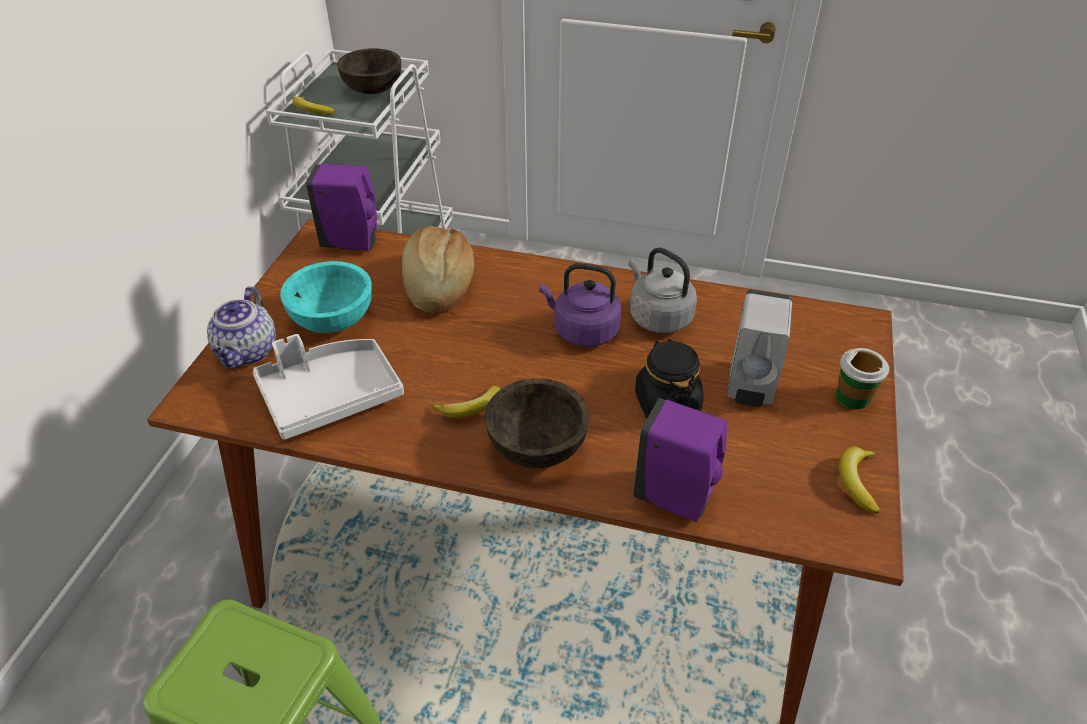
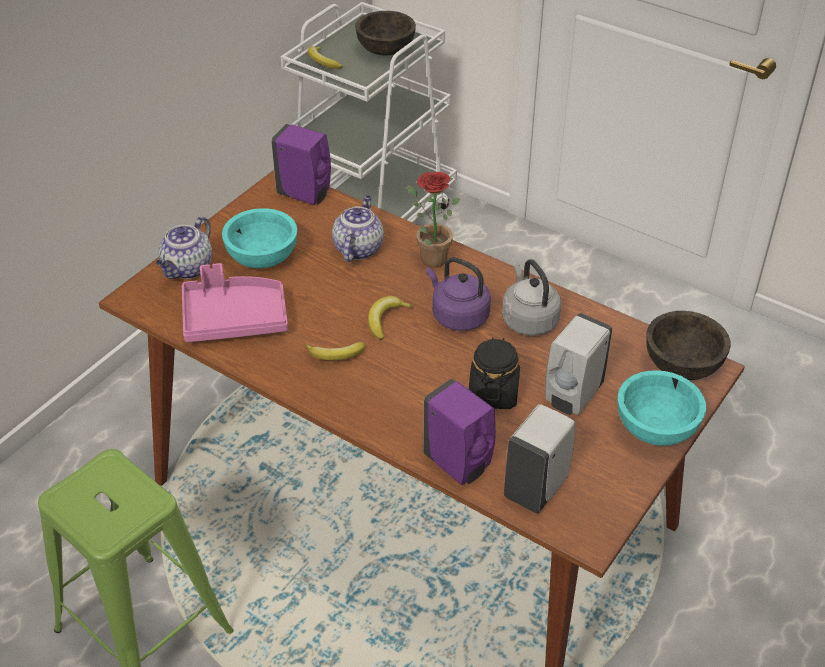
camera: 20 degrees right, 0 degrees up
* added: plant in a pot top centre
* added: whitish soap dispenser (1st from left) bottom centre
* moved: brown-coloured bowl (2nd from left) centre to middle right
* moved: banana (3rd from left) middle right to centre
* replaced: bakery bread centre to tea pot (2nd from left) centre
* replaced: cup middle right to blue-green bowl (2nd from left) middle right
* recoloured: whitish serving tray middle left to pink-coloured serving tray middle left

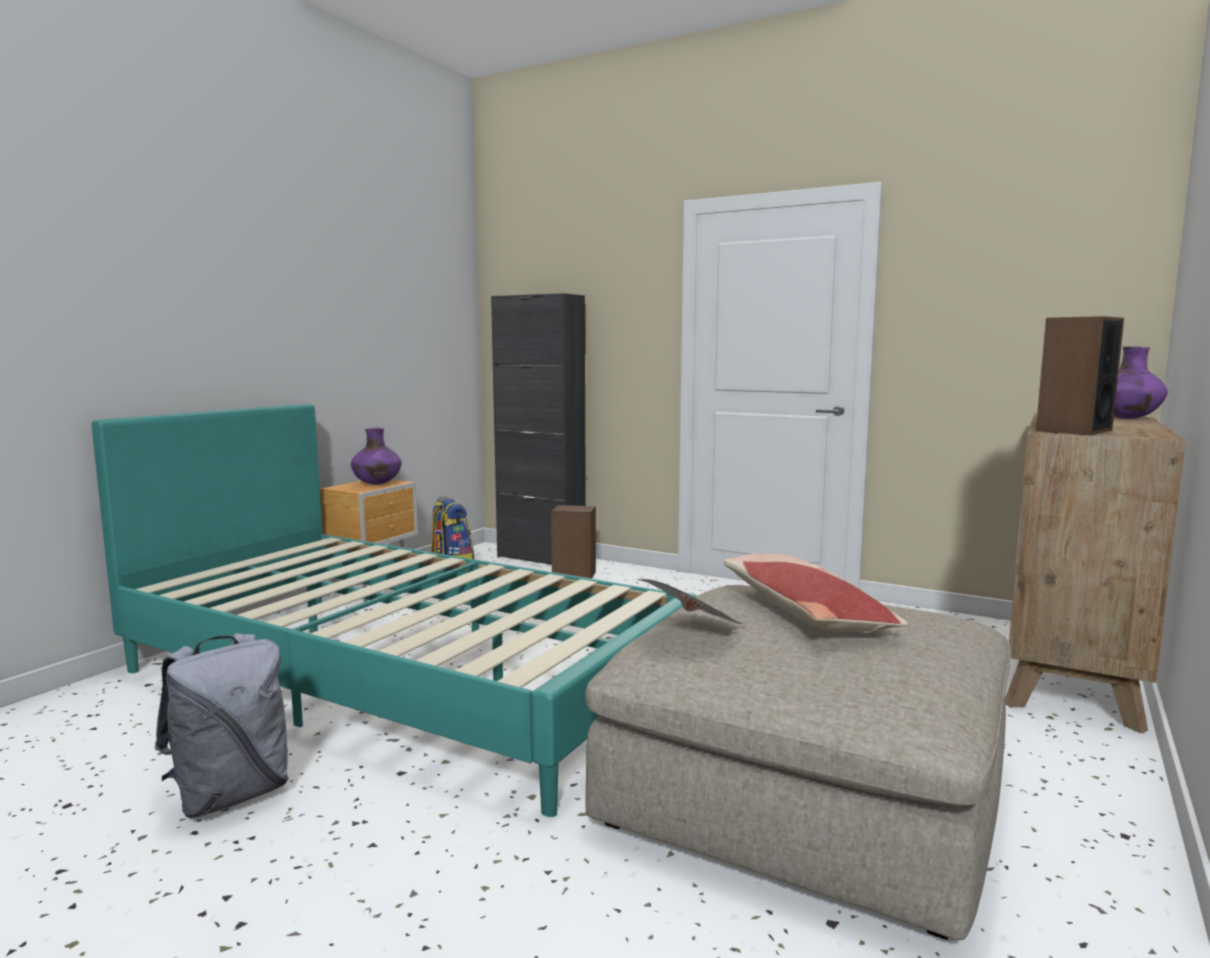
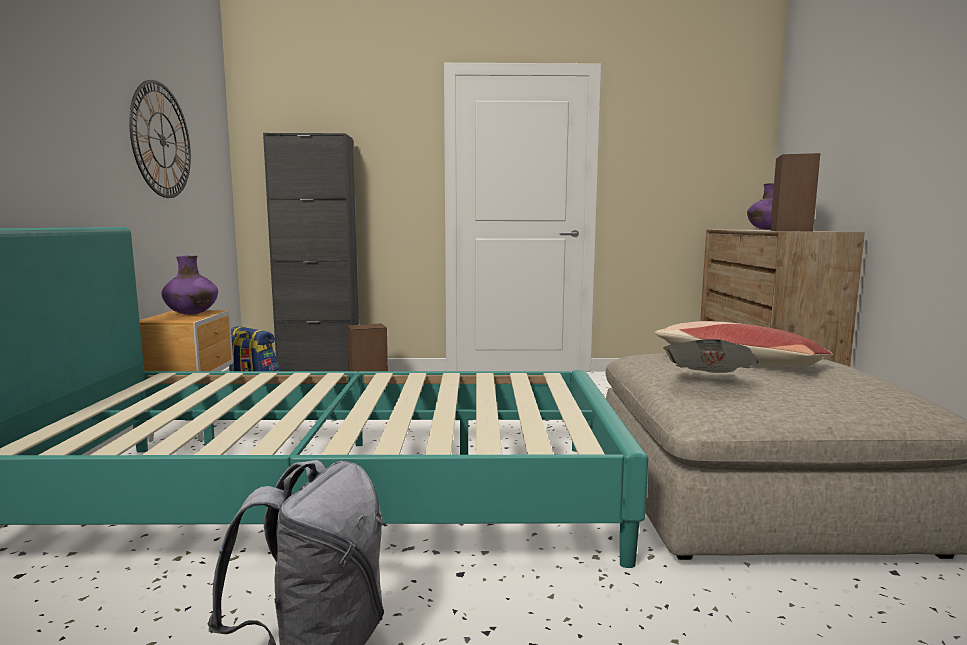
camera: 30 degrees left, 0 degrees up
* added: hanging clock top left

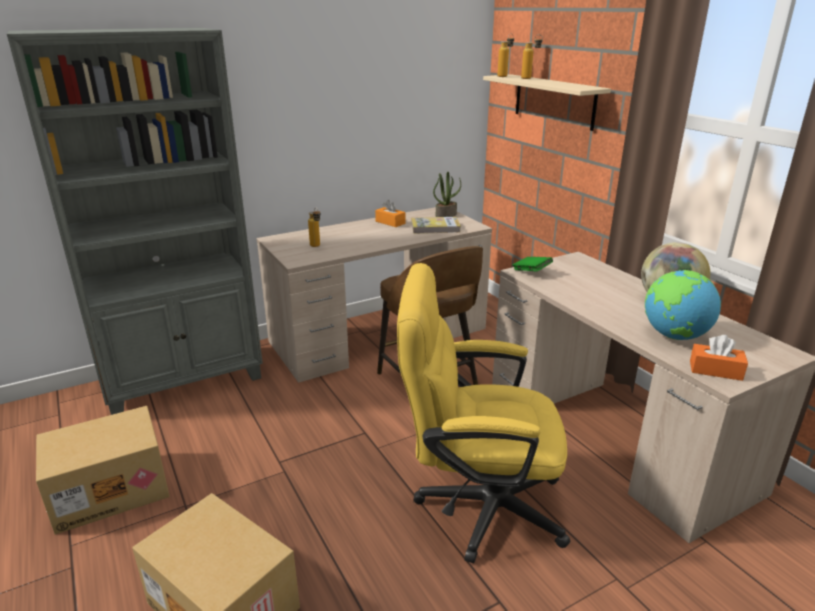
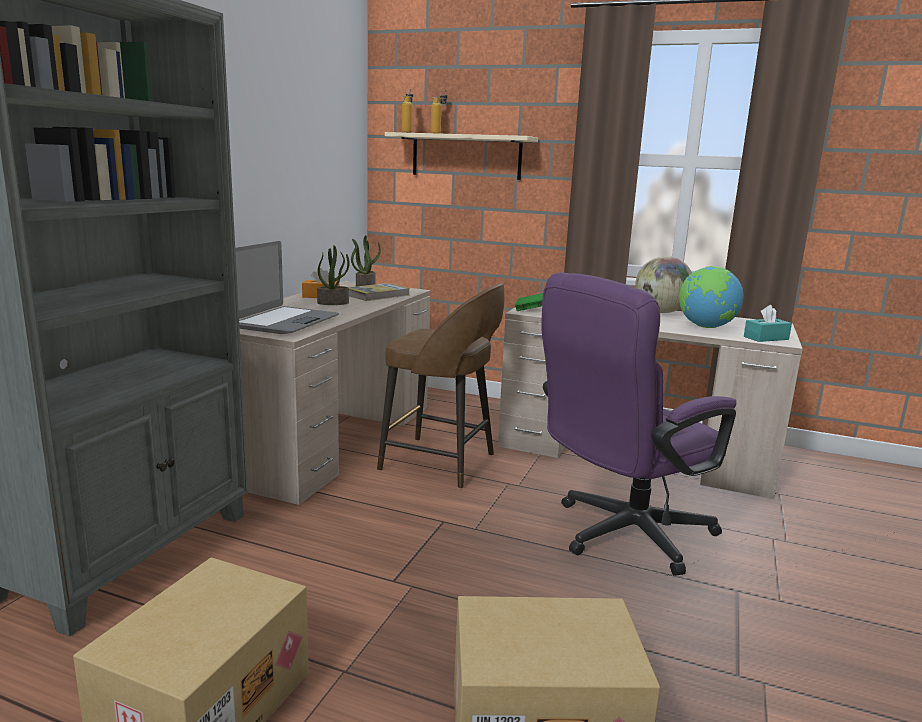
camera: 40 degrees left, 10 degrees down
* added: plant in a pot (1st from left) centre
* replaced: beverage bottle (1st from left) centre to portable computer middle left
* recoloured: yellow computer chair bottom centre to purplish computer chair middle right
* recoloured: orangey tissue box (2nd from left) middle right to blue-green tissue box middle right

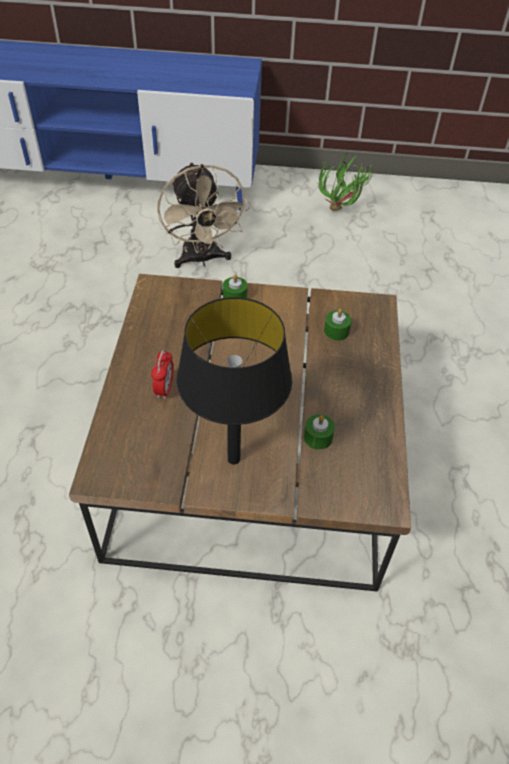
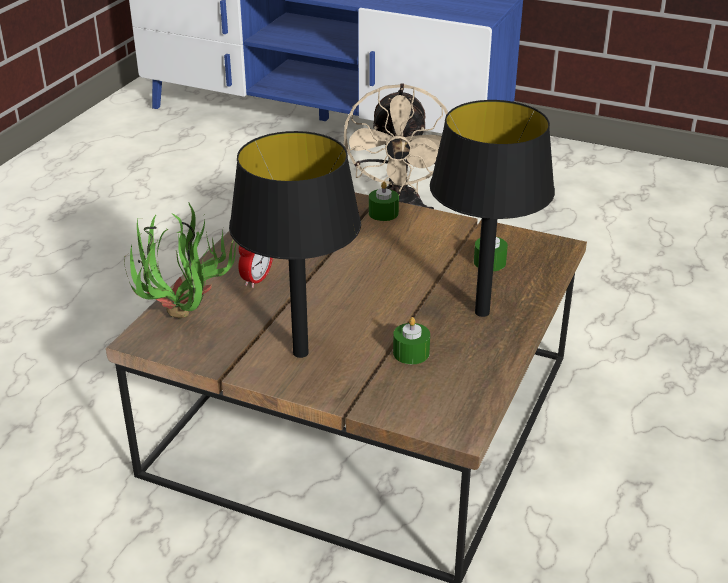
camera: 20 degrees right, 15 degrees down
* added: blackish tabletop lamp (2nd from left) middle right
* moved: plant in a pot top right to middle left

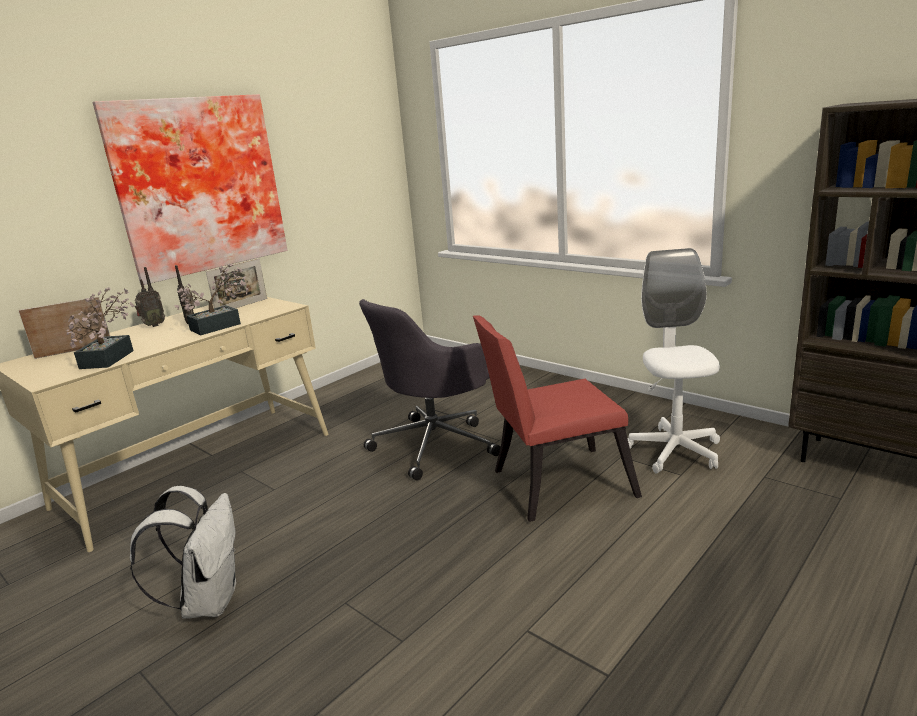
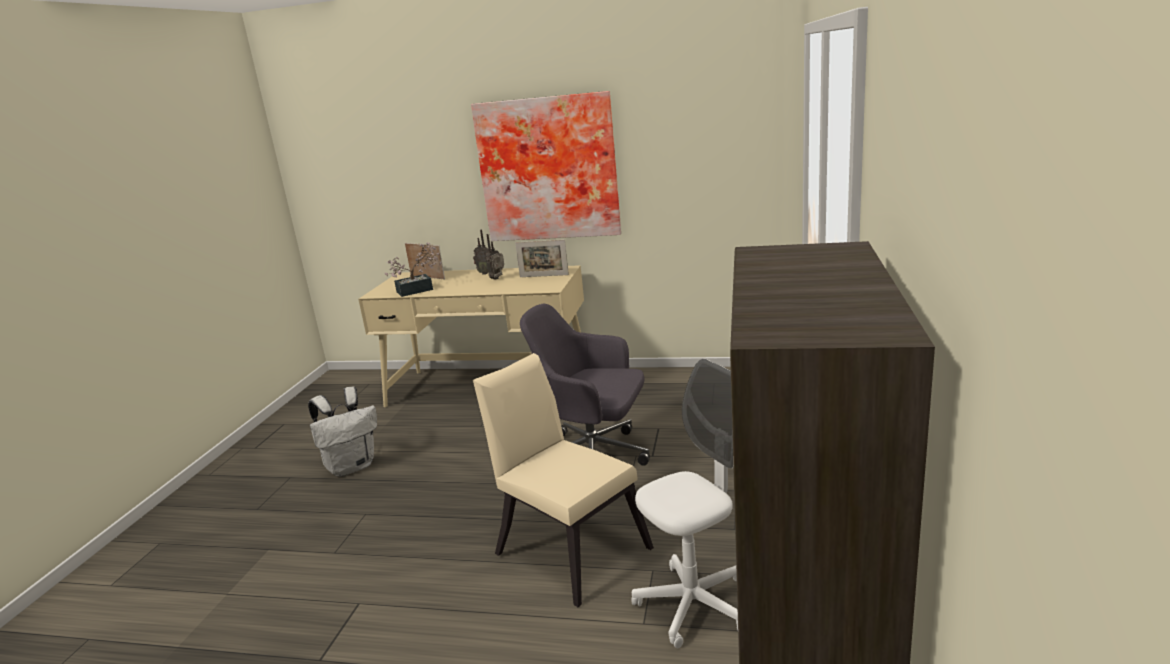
camera: 60 degrees right, 0 degrees up
* removed: plant in a pot (2nd from left) middle left
* recoloured: red plain chair centre to beige-coloured plain chair bottom centre

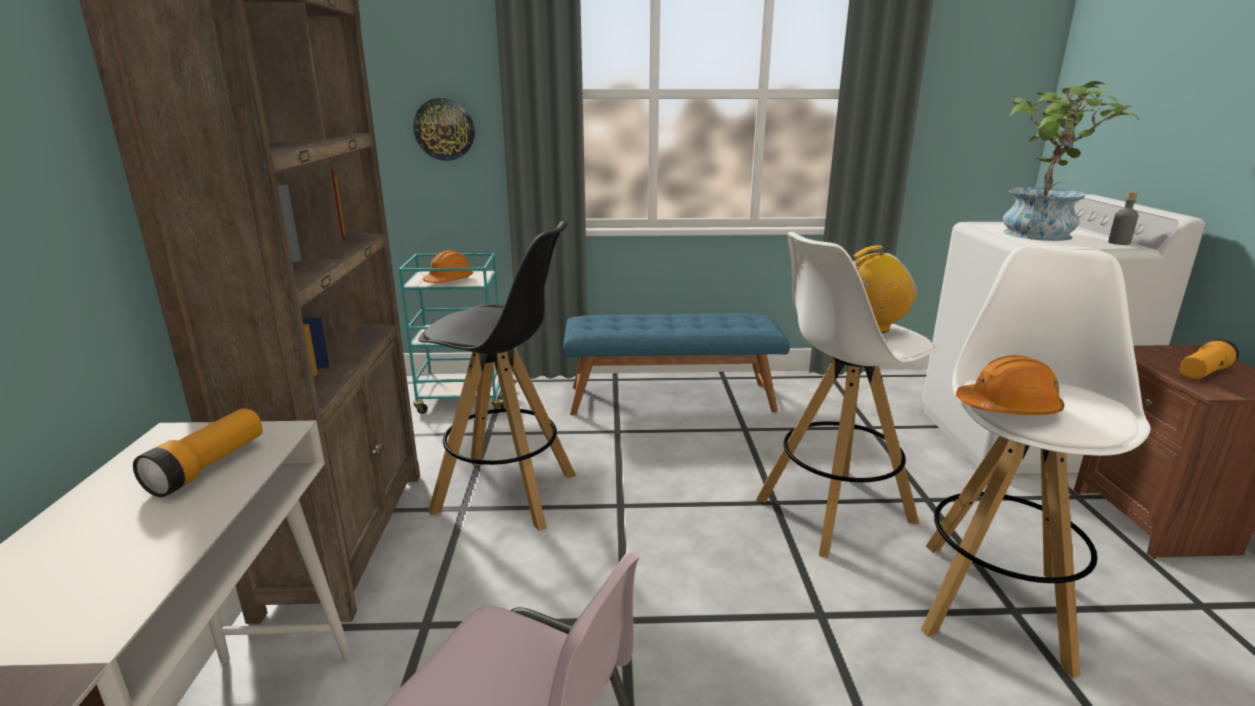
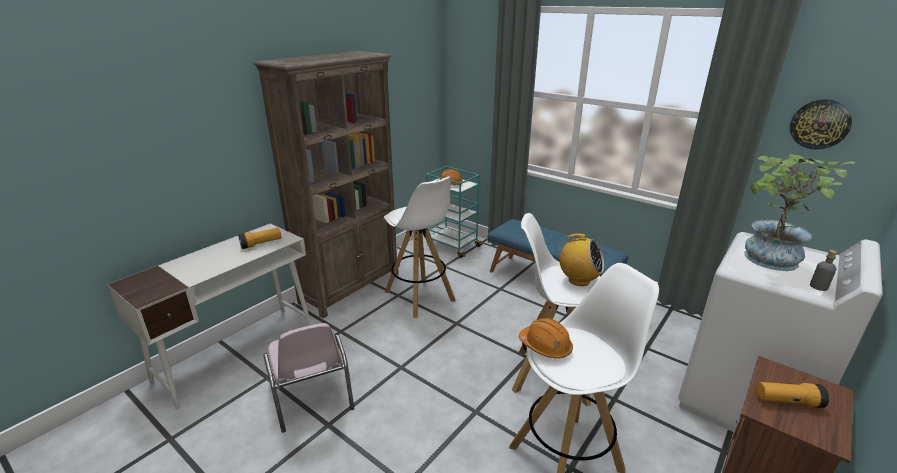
camera: 40 degrees right, 5 degrees up
* moved: hanging clock top centre to top right
* recoloured: blackish sitting stool centre to whitish sitting stool (1st from left) centre

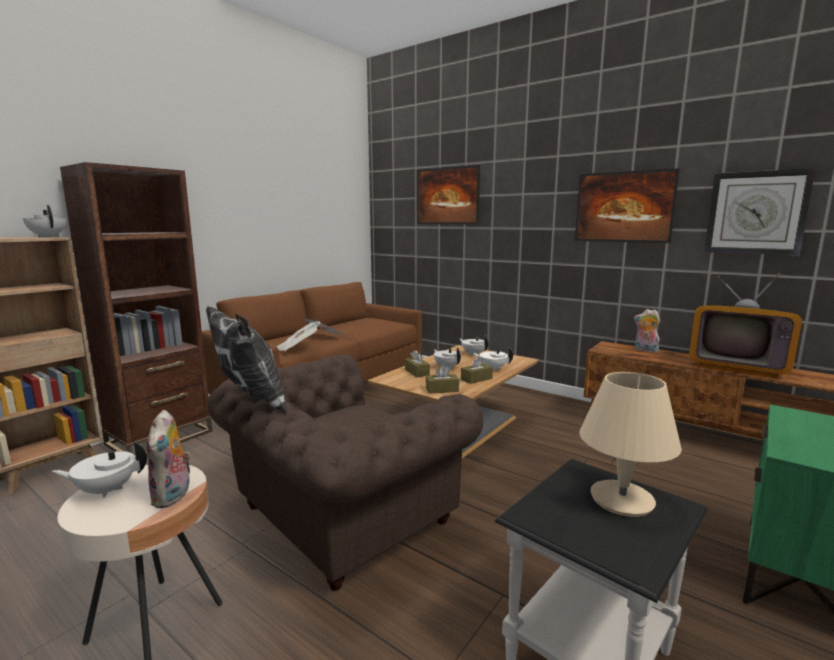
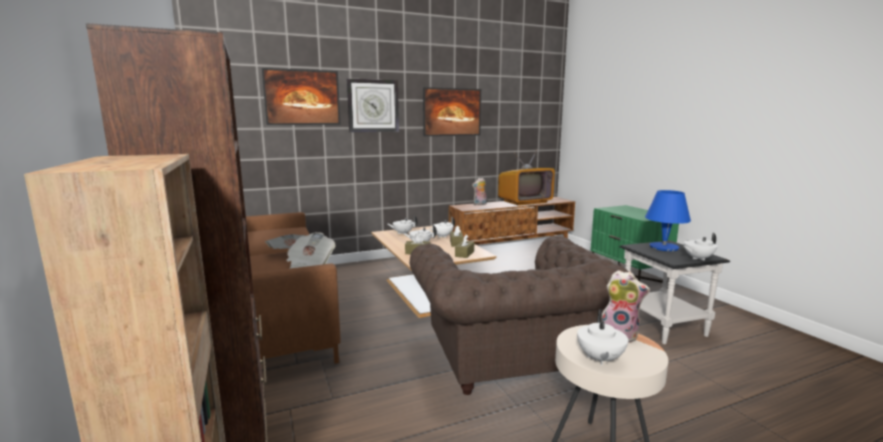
camera: 60 degrees left, 0 degrees up
* removed: cushion middle left
* moved: whitish tea pot (1st from left in the first image) middle left to whitish tea pot (5th from left) middle right
* moved: hanging clock top right to top centre
* recoloured: beige-coloured tabletop lamp bottom right to bluish tabletop lamp middle right

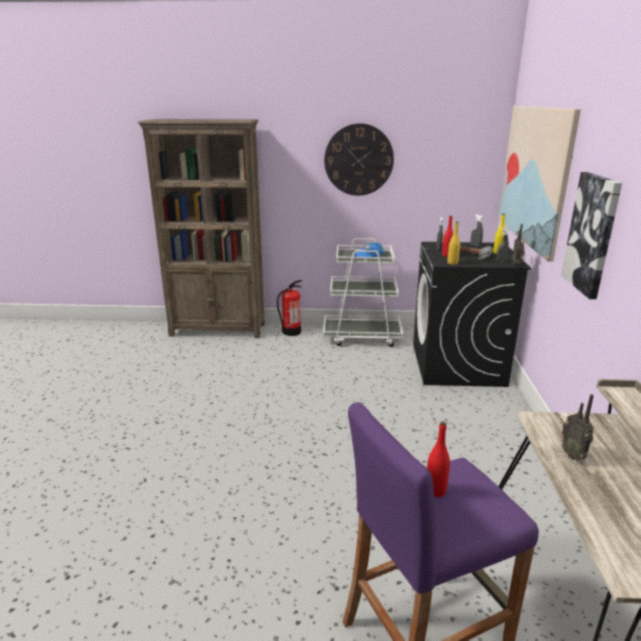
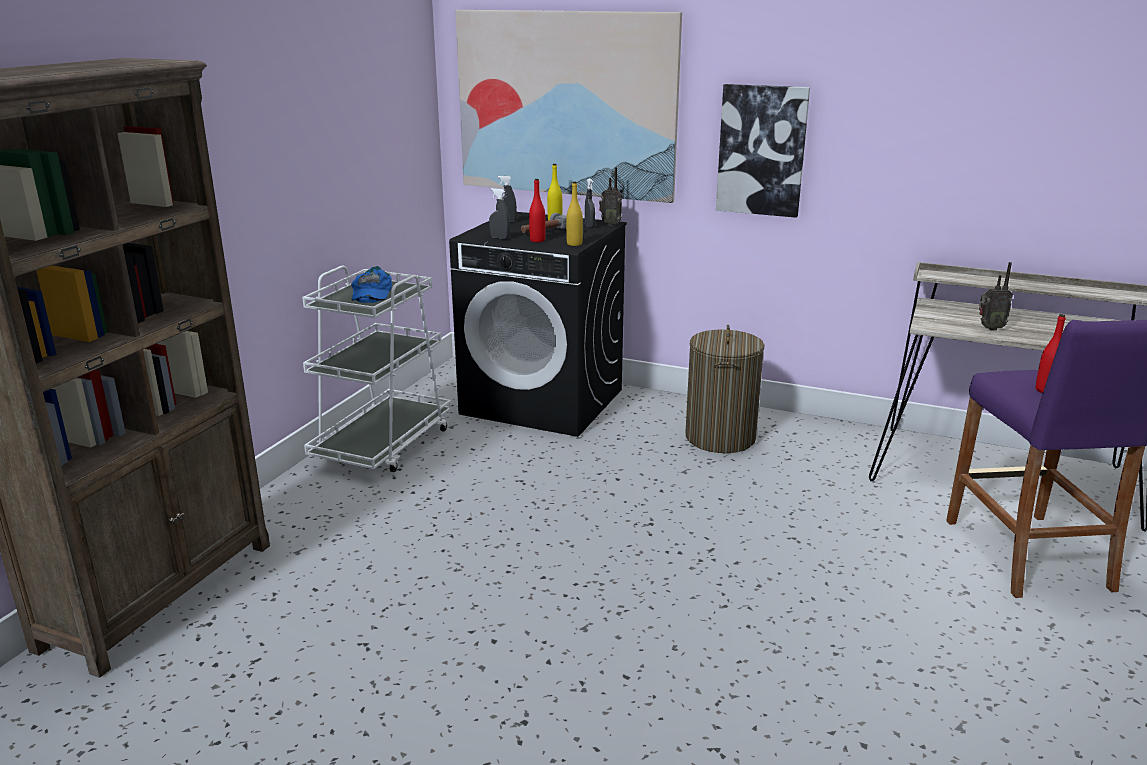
camera: 70 degrees left, 0 degrees up
* removed: extinguisher centre
* removed: hanging clock top centre
* added: washing basket centre

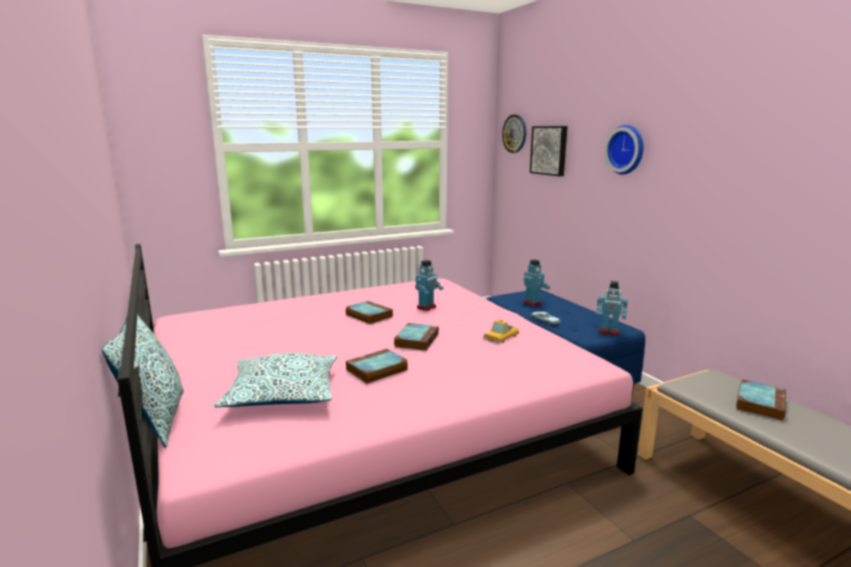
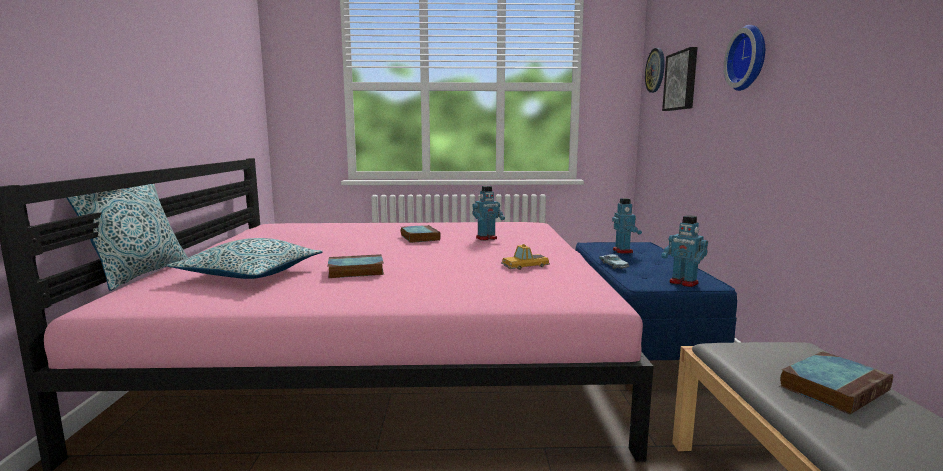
camera: 25 degrees right, 5 degrees down
* removed: book (3rd from left) centre

